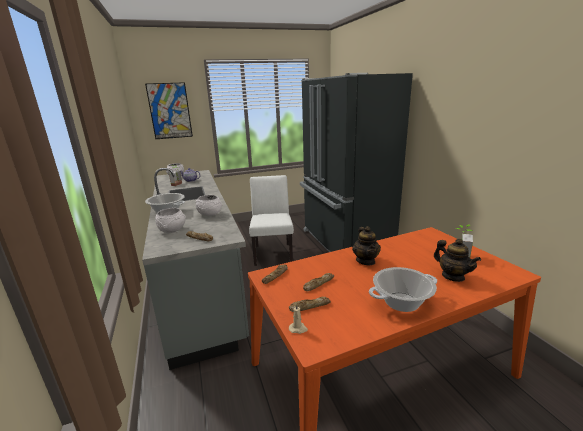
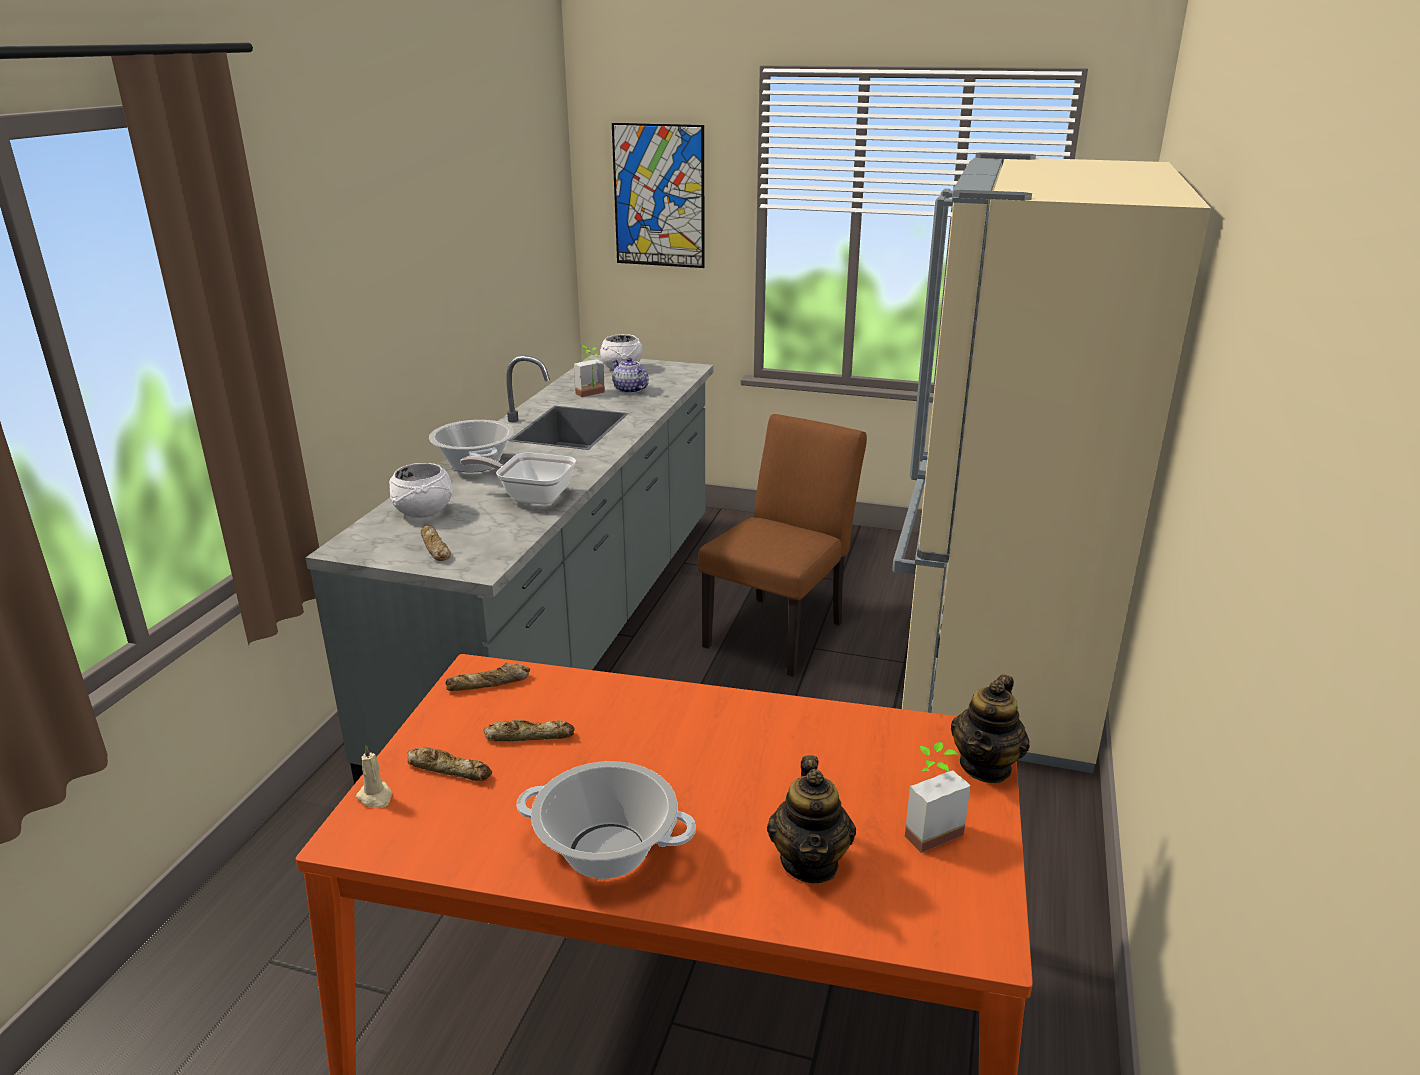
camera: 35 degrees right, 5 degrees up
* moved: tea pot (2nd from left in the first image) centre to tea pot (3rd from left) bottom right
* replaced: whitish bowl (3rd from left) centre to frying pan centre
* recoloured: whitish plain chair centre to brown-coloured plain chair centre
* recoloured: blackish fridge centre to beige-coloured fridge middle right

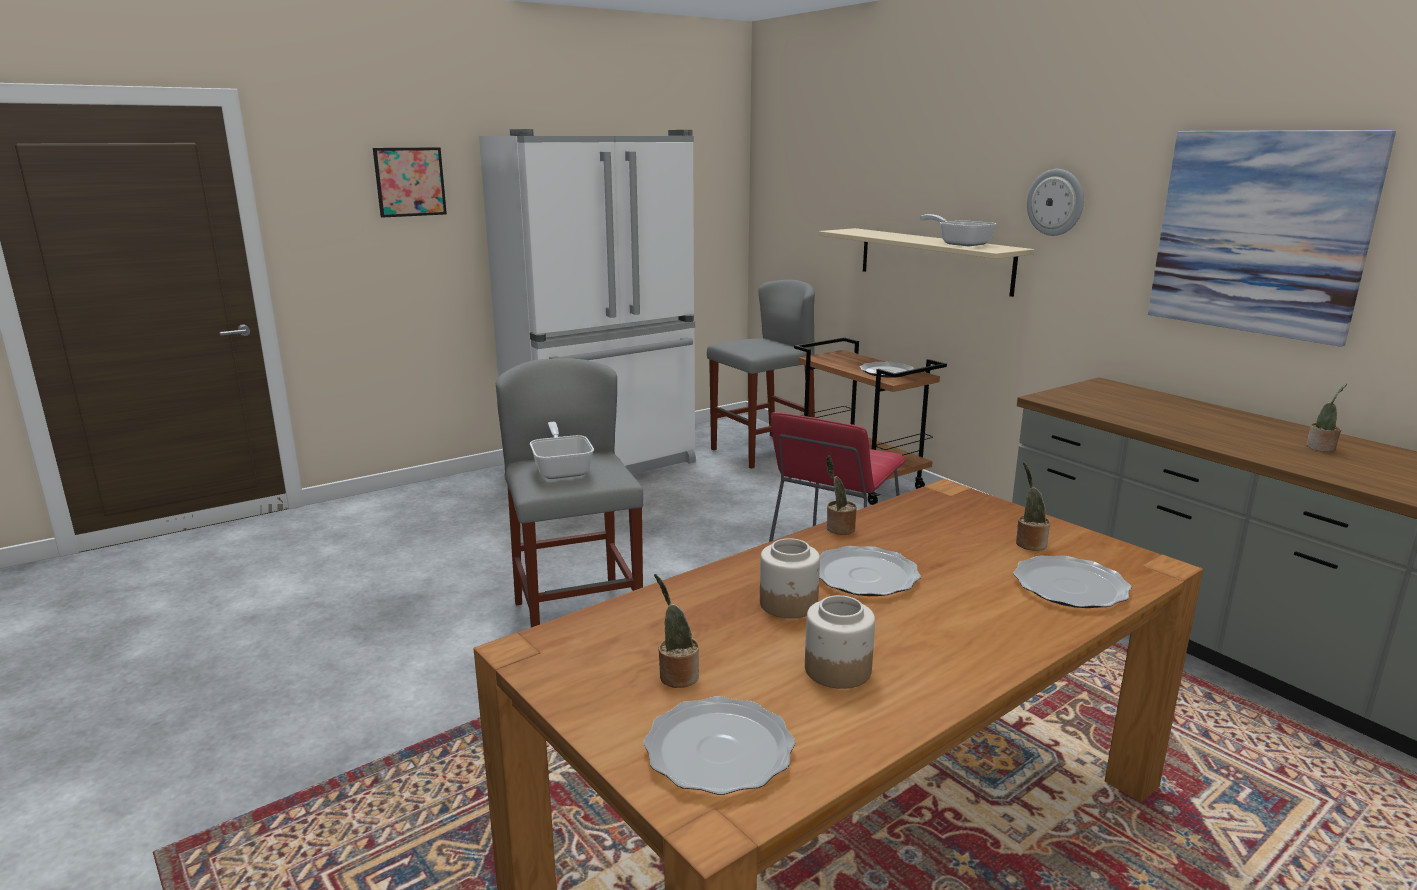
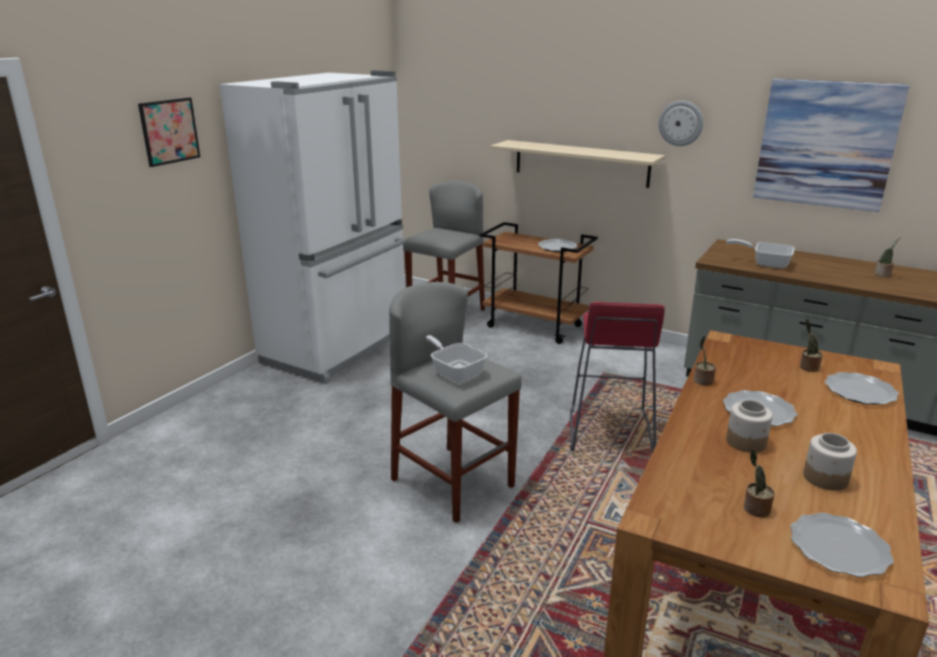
camera: 25 degrees left, 5 degrees up
* moved: frying pan (2nd from left) top right to middle right

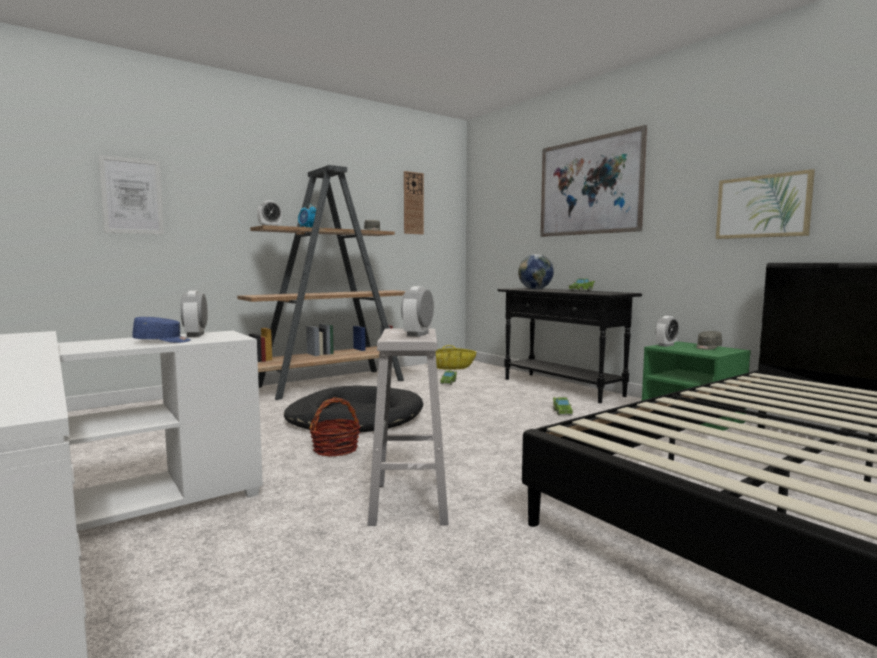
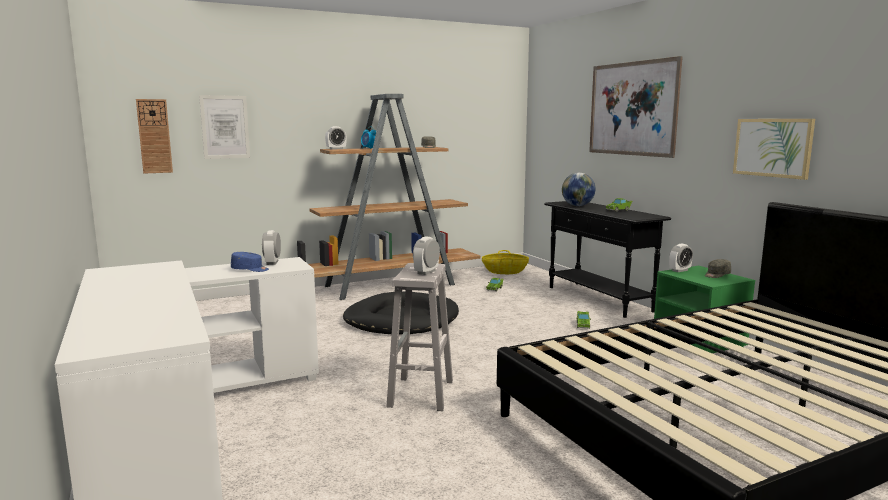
camera: 10 degrees right, 5 degrees up
* removed: storage basket (1st from left) centre
* moved: hanging clock top centre to top left

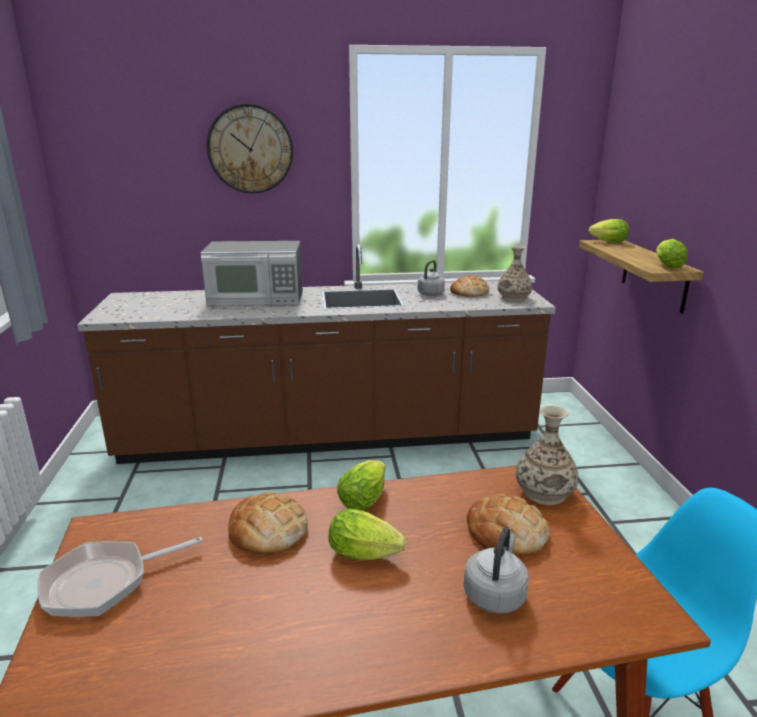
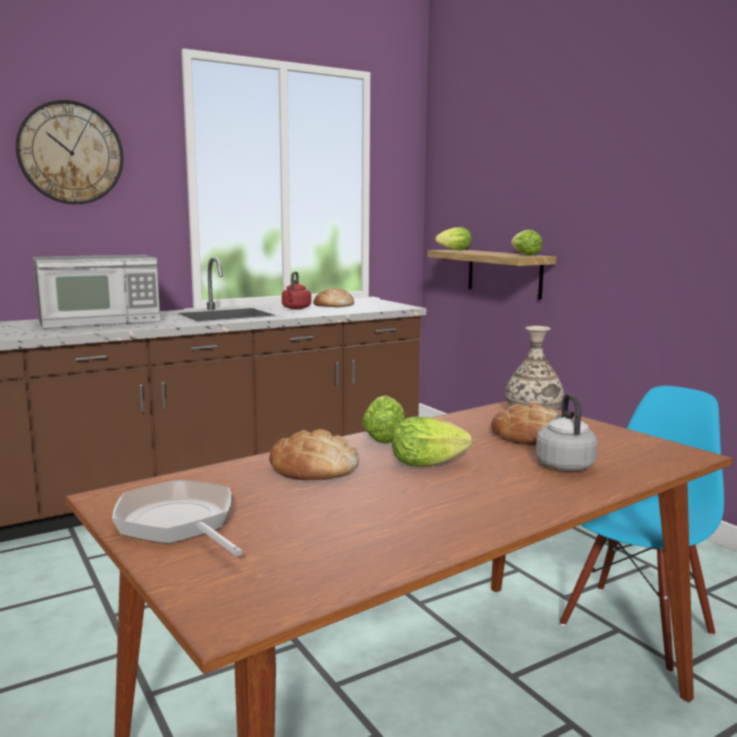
camera: 25 degrees left, 10 degrees down
* removed: vase (1st from left) middle right
* recoloured: greyish kettle (1st from left) centre to red kettle centre
* turned: frying pan bottom left = bottom left 105 degrees clockwise

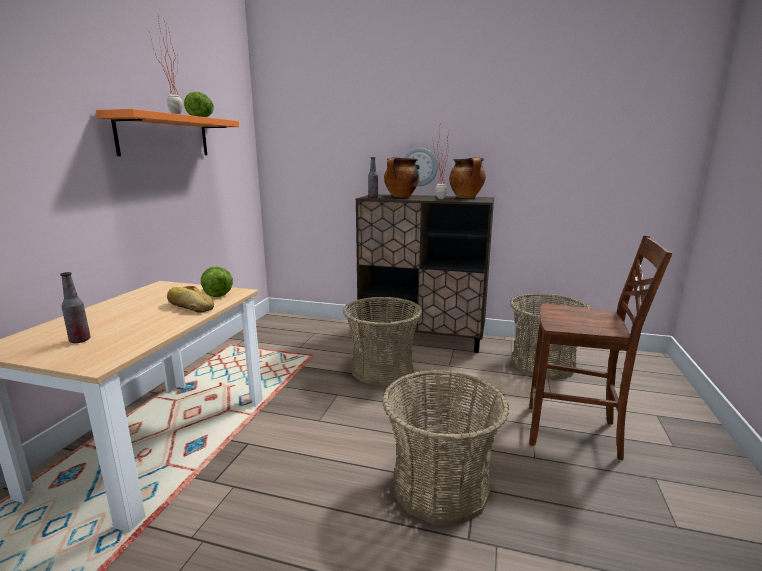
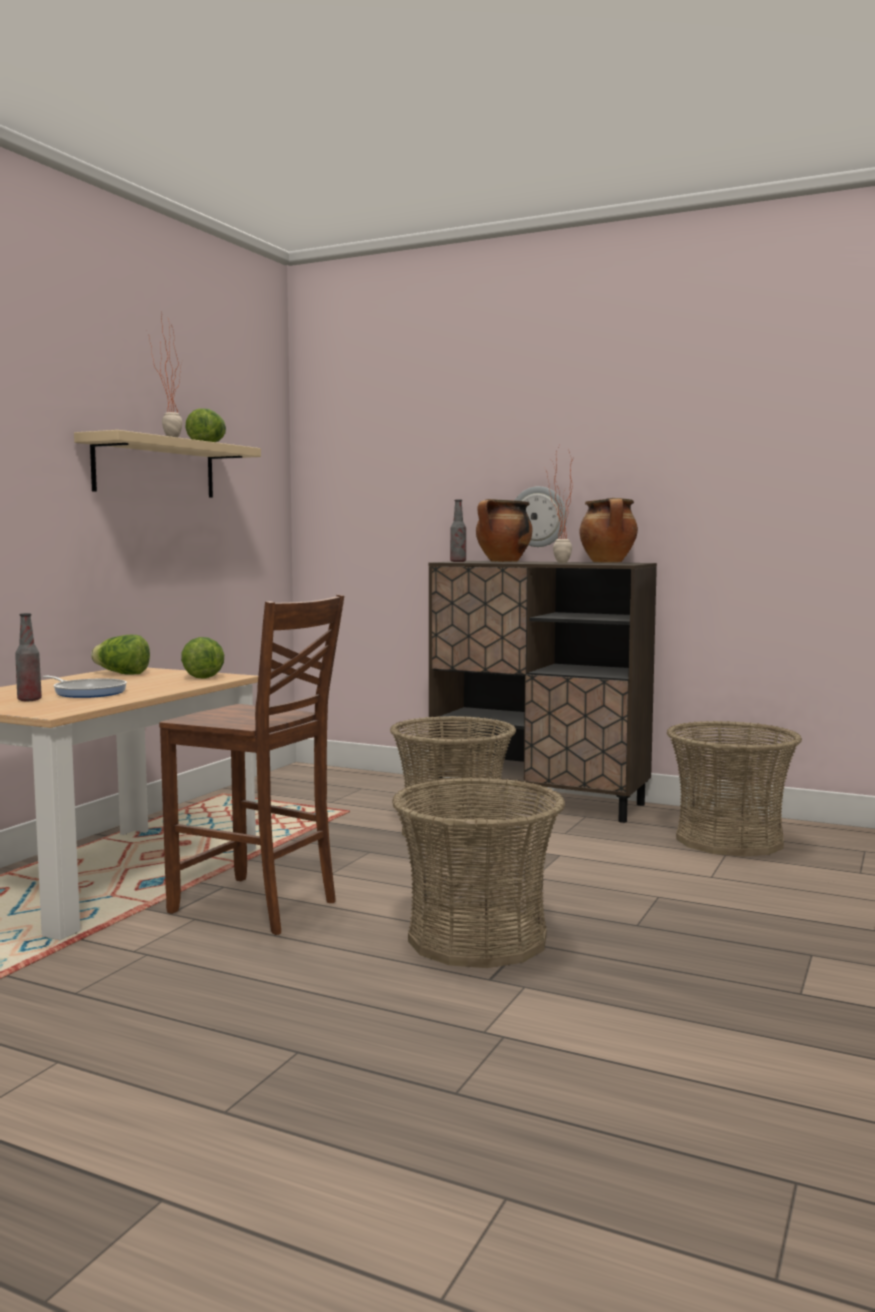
camera: 10 degrees right, 10 degrees down
* removed: bakery bread middle left
* added: frying pan middle left
* added: lettuce (1st from left) middle left
* moved: brown-coloured plain chair middle right to middle left
* recoloured: orangey bracket shelf top left to beige-coloured bracket shelf middle left

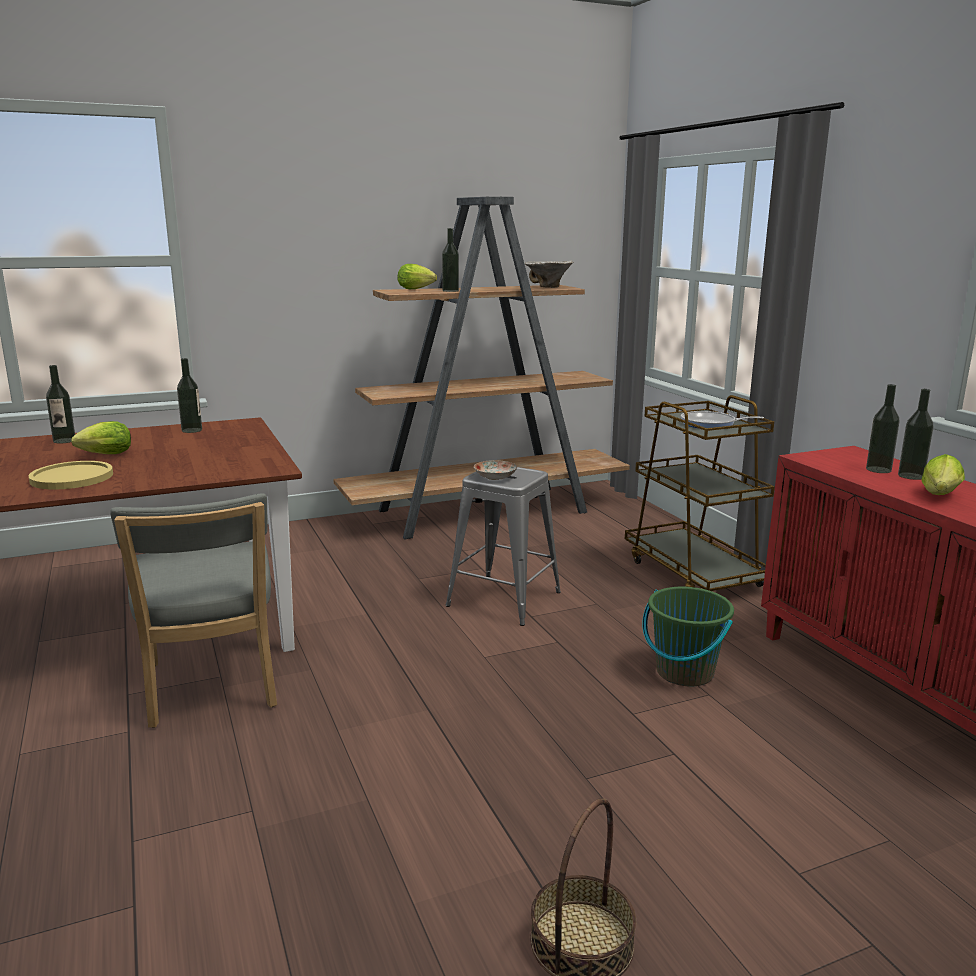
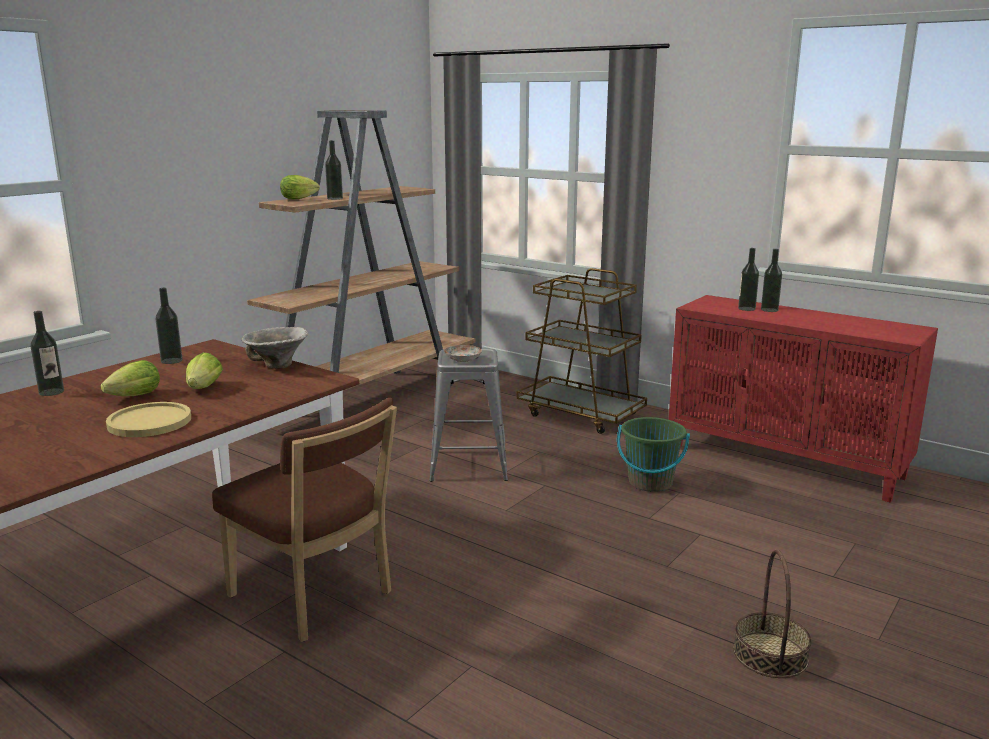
camera: 30 degrees left, 0 degrees up
* removed: frying pan middle right
* moved: bowl top centre to middle left
* moved: lettuce (3rd from left in the first image) middle right to lettuce (2nd from left) middle left
* recoloured: greyish plain chair middle left to brown-coloured plain chair bottom left

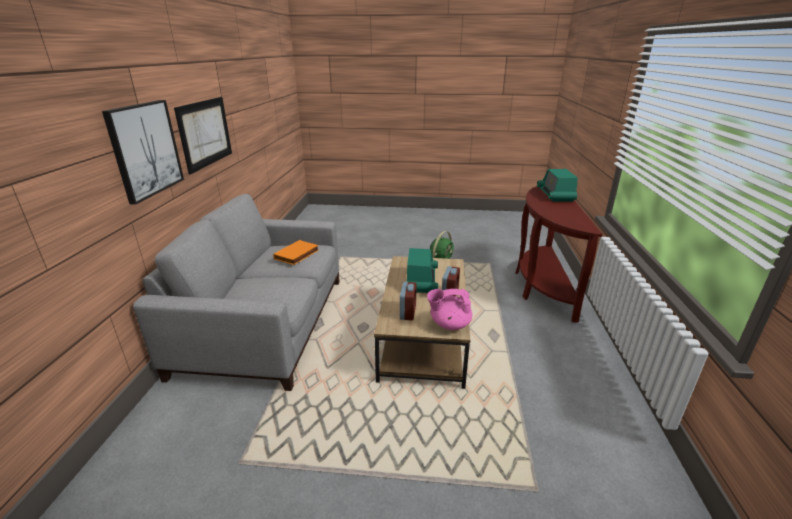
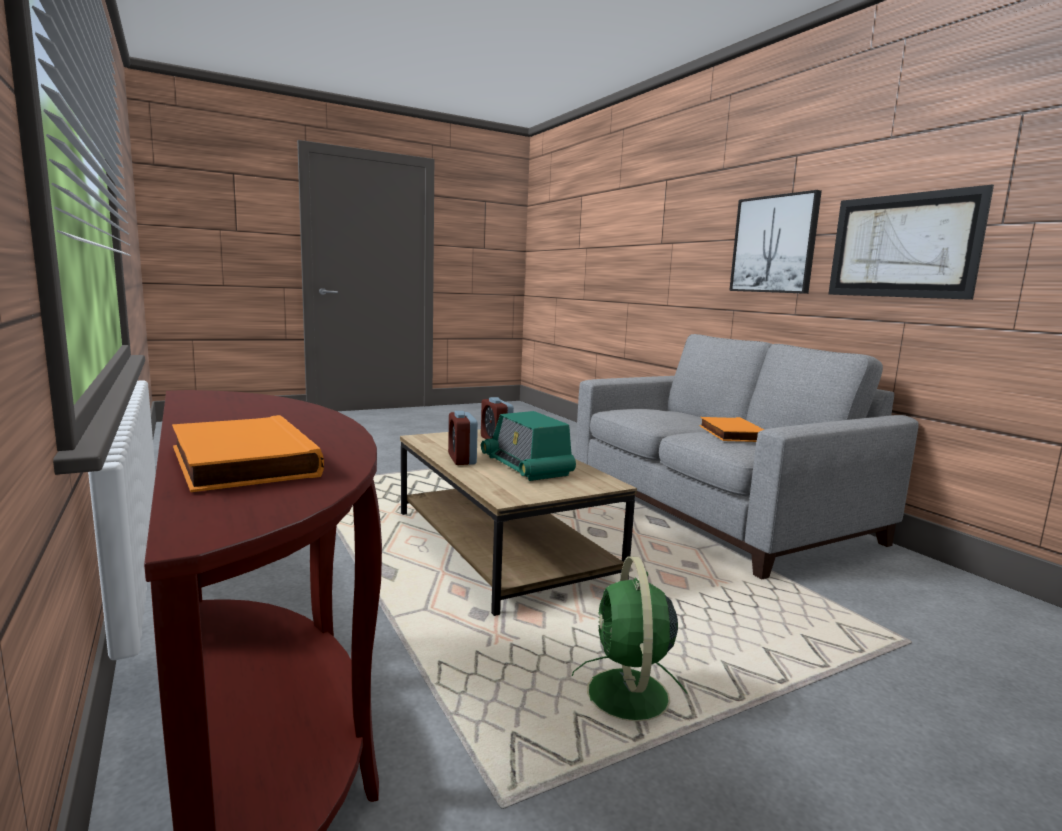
camera: 145 degrees right, 15 degrees down
* removed: pink-coloured tea pot centre
* replaced: radio set (2nd from left) middle right to orangey book (1st from left) middle left

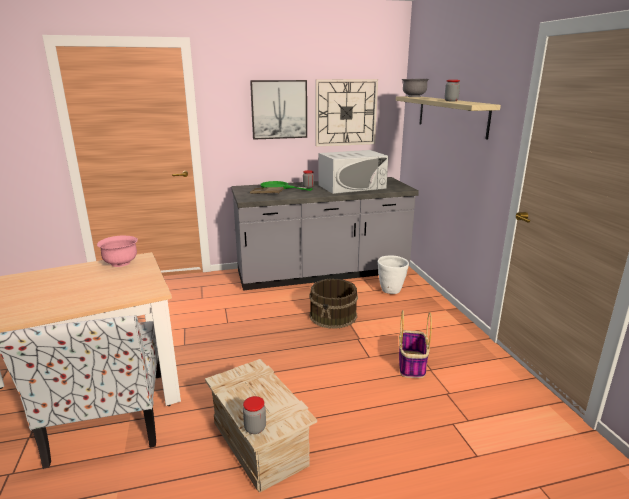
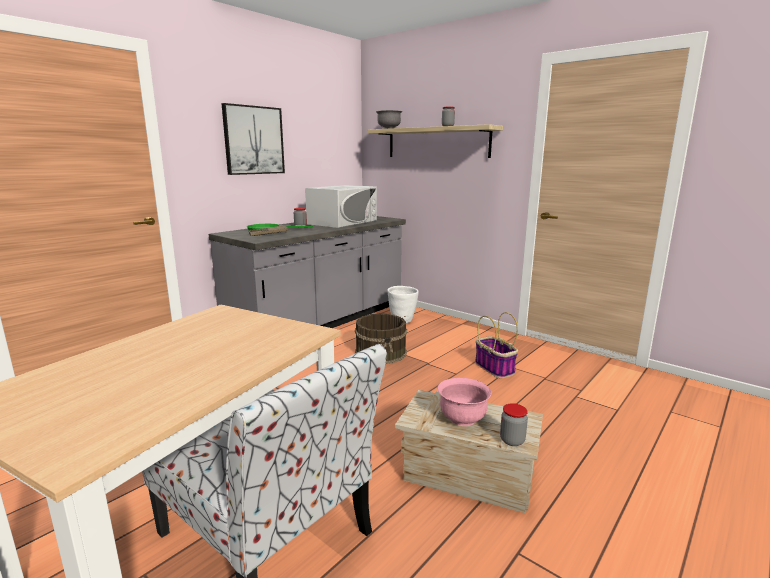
camera: 35 degrees left, 5 degrees down
* removed: hanging clock top centre
* moved: pink-coloured bowl middle left to bottom centre

